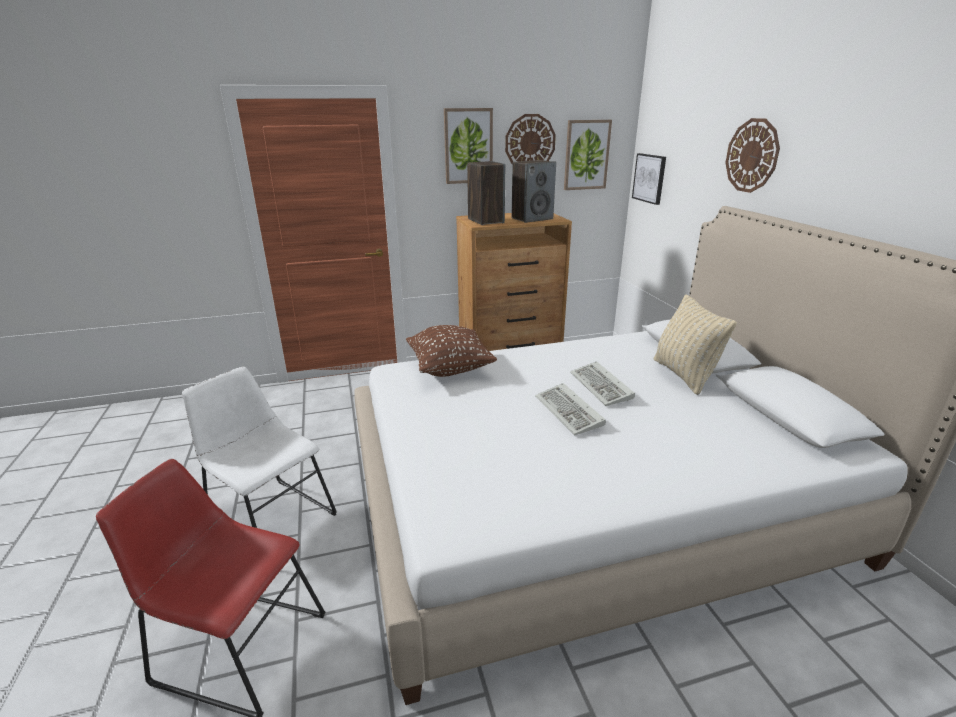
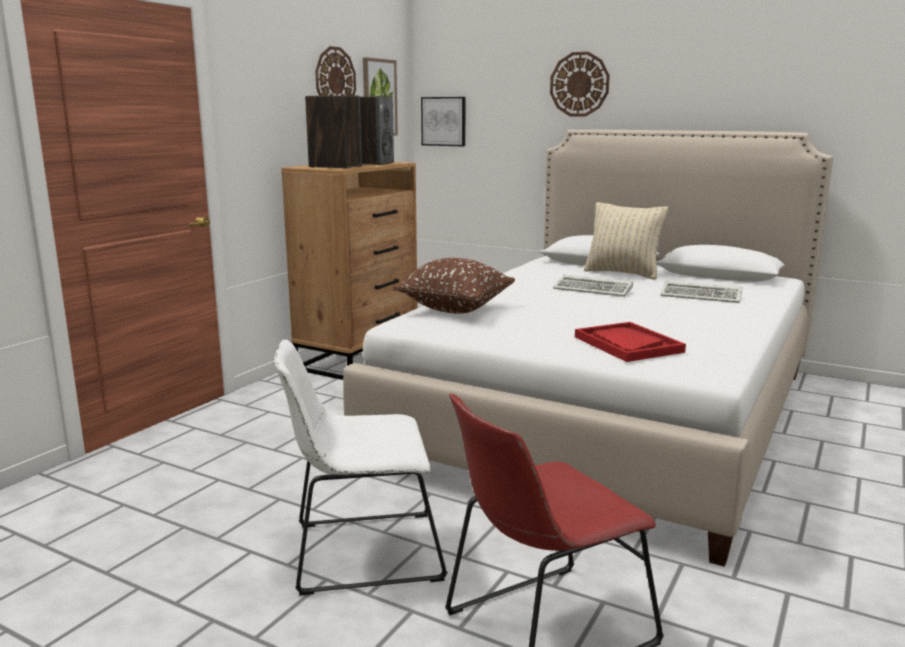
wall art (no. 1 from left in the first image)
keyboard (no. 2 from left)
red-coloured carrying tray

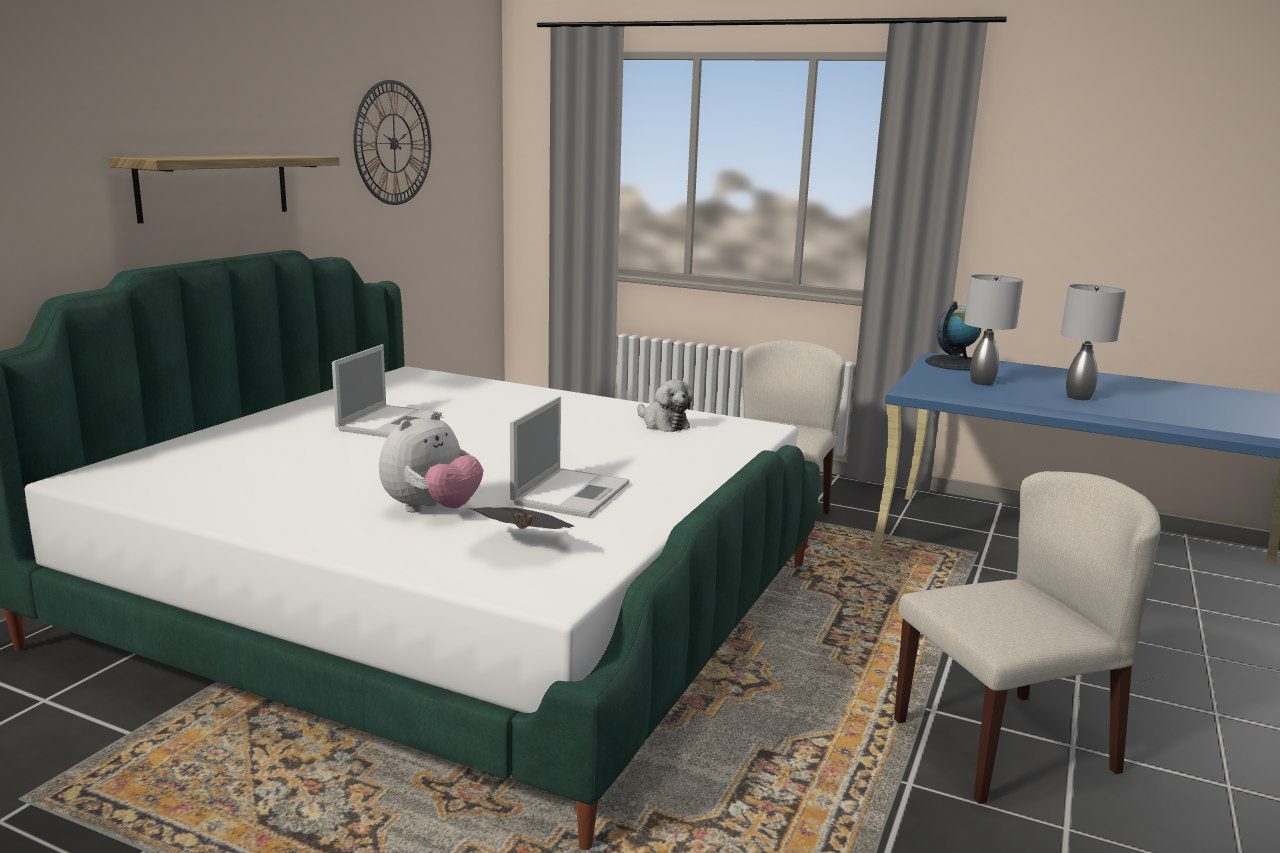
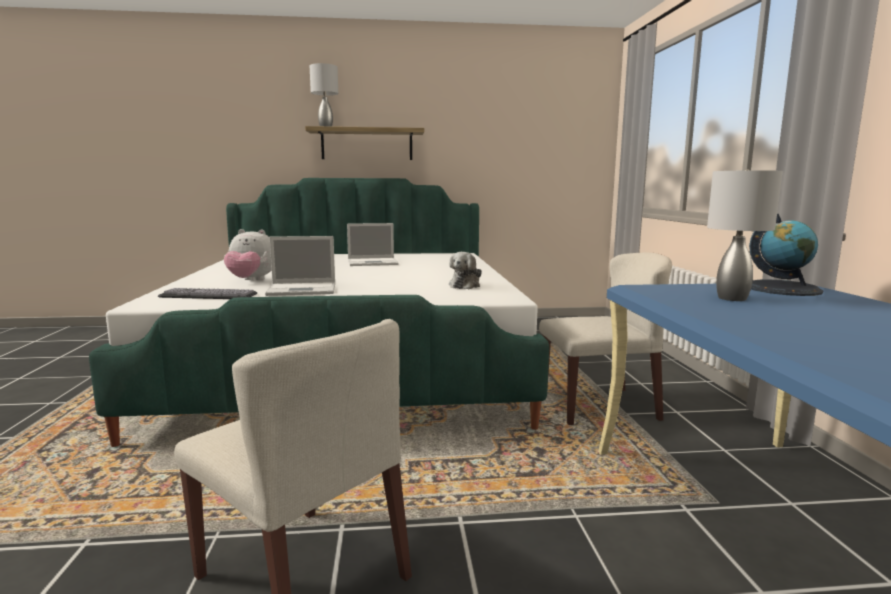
hanging clock
grey lamp for a table (no. 1 from left)
keyboard

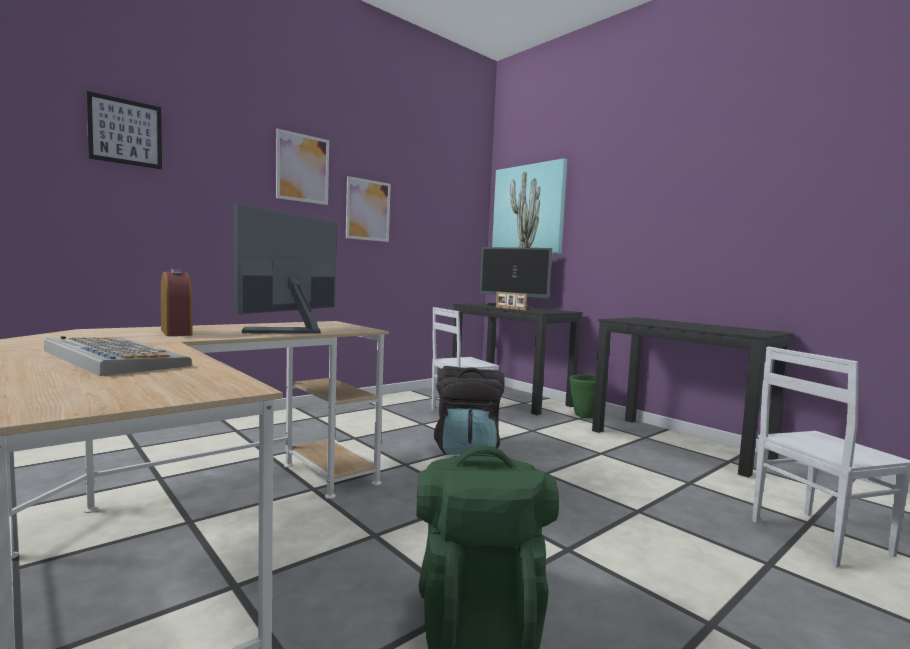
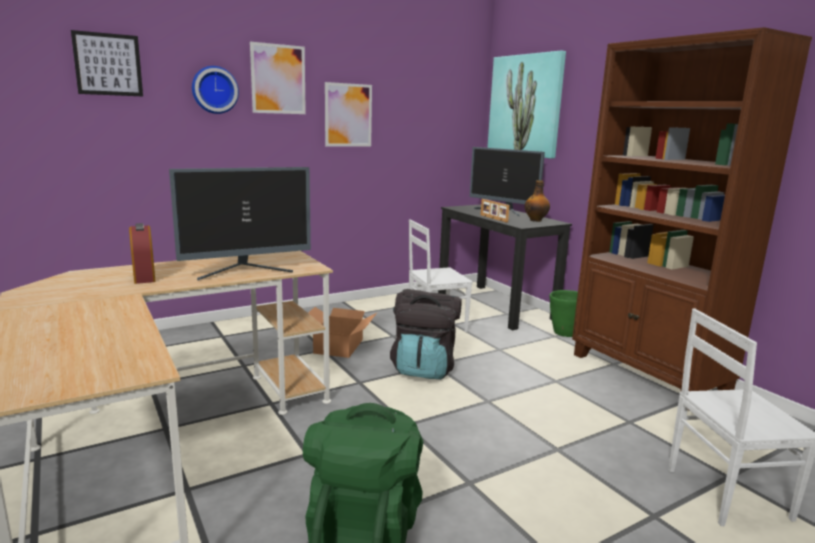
computer display (no. 1 from left)
brownish shelving unit
keyboard
hanging clock
drink bottle
packing box

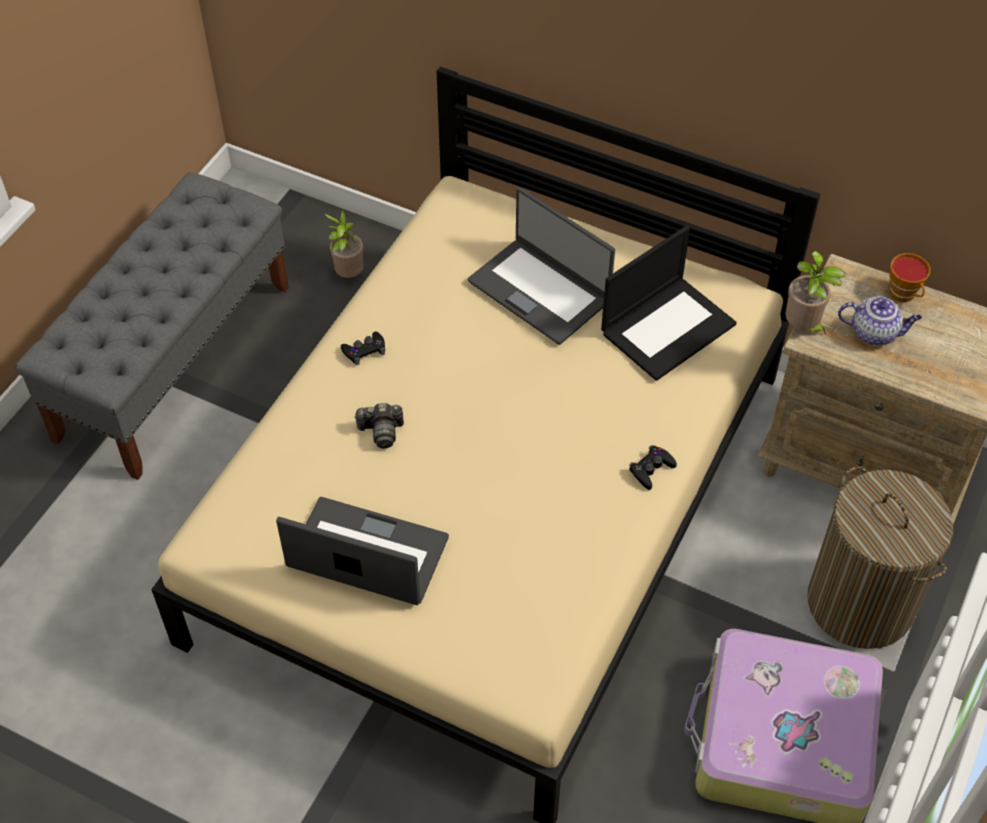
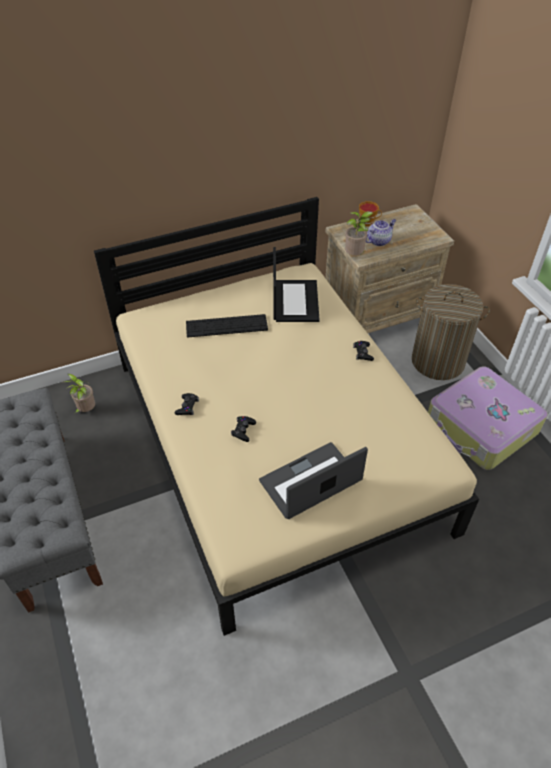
keyboard
black-coloured joypad (no. 2 from left)

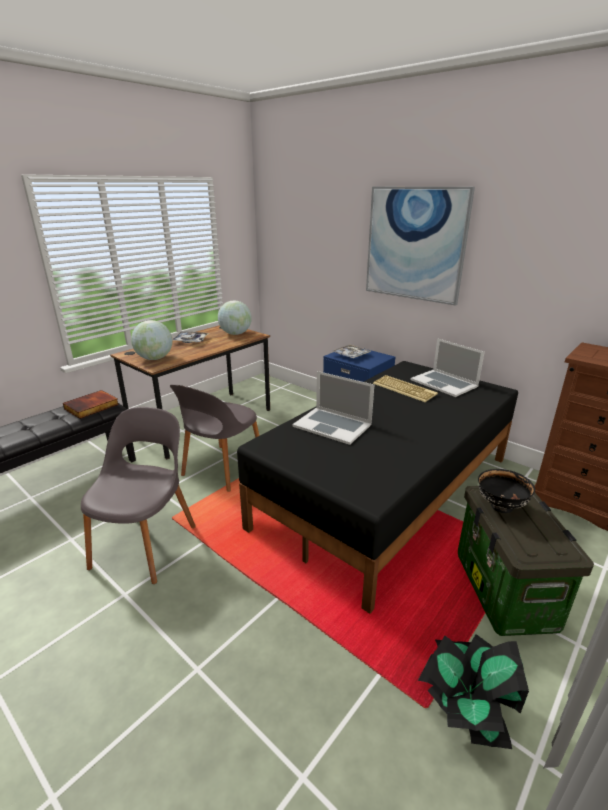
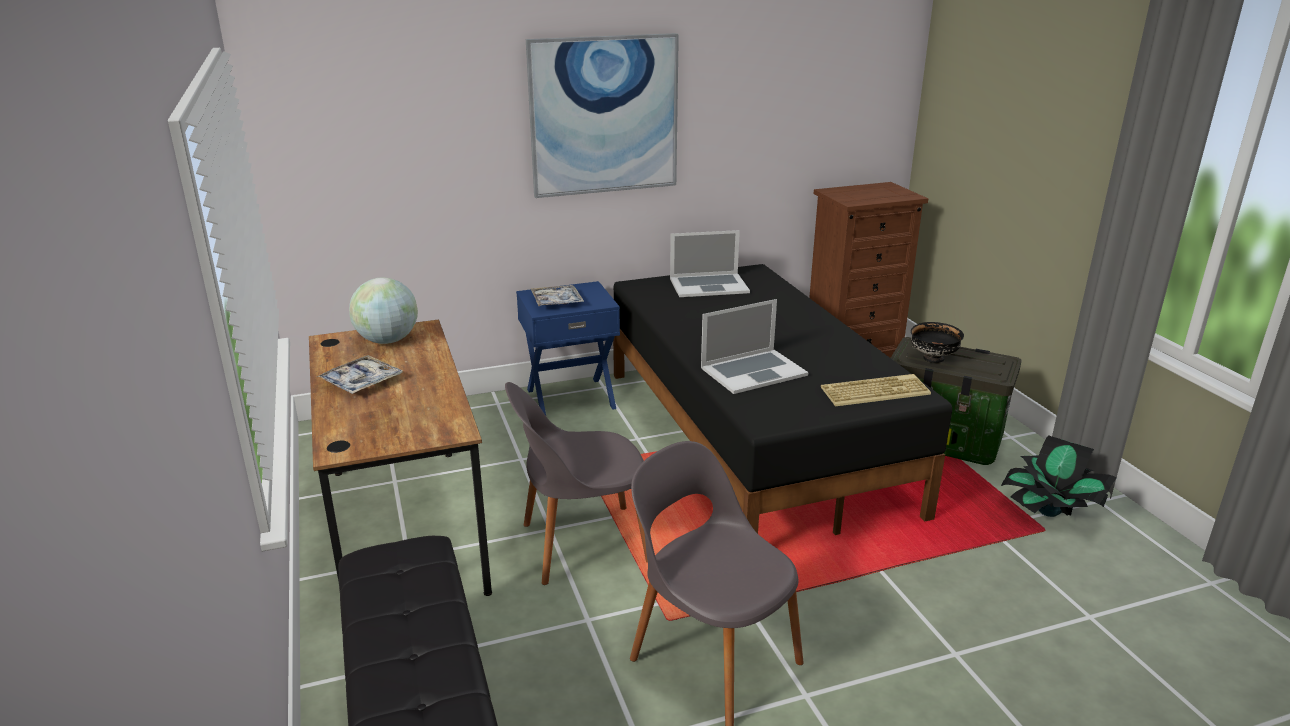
desk globe (no. 1 from left in the first image)
keyboard
grey upright chair (no. 1 from left)
bound book

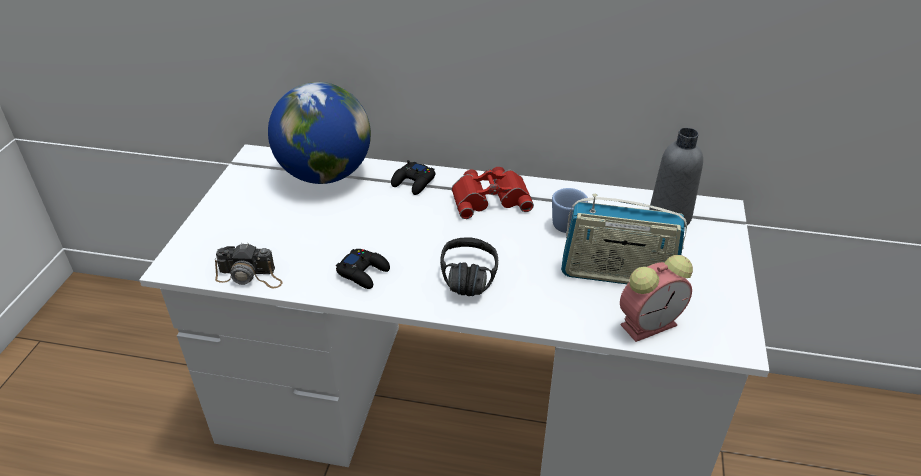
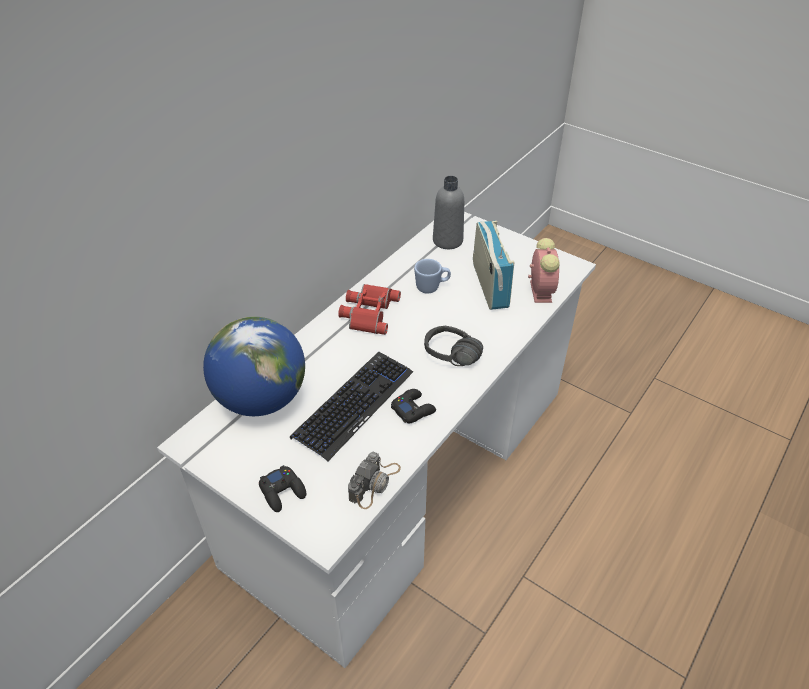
black-coloured joypad (no. 1 from left)
radio receiver
keyboard

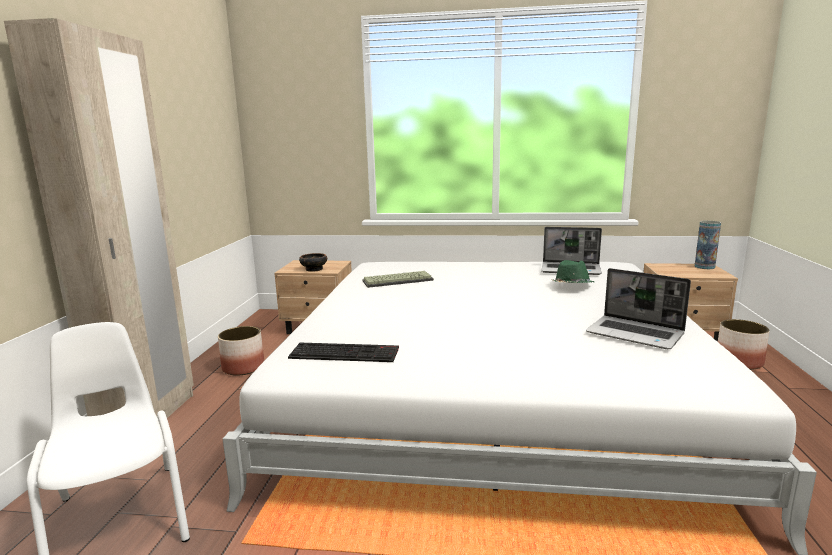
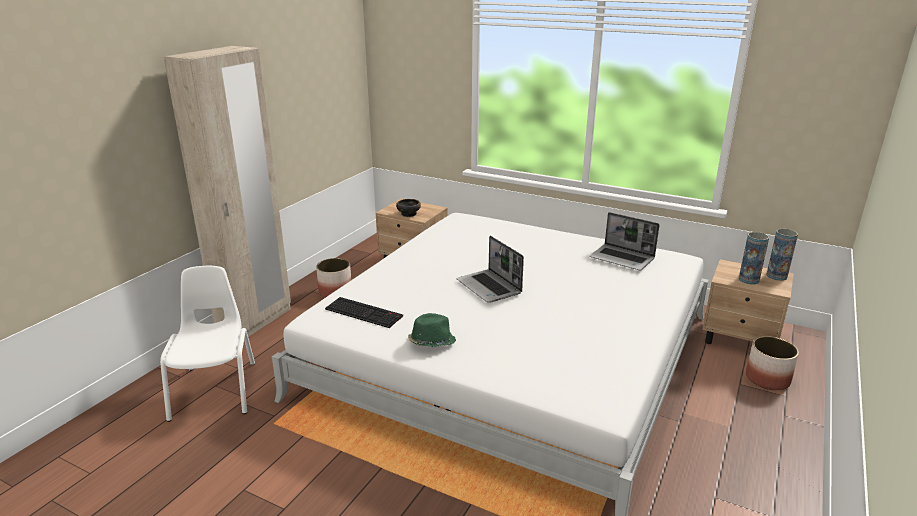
green hat
portable computer (no. 1 from left)
keyboard (no. 2 from left in the first image)
flower vase (no. 1 from left)

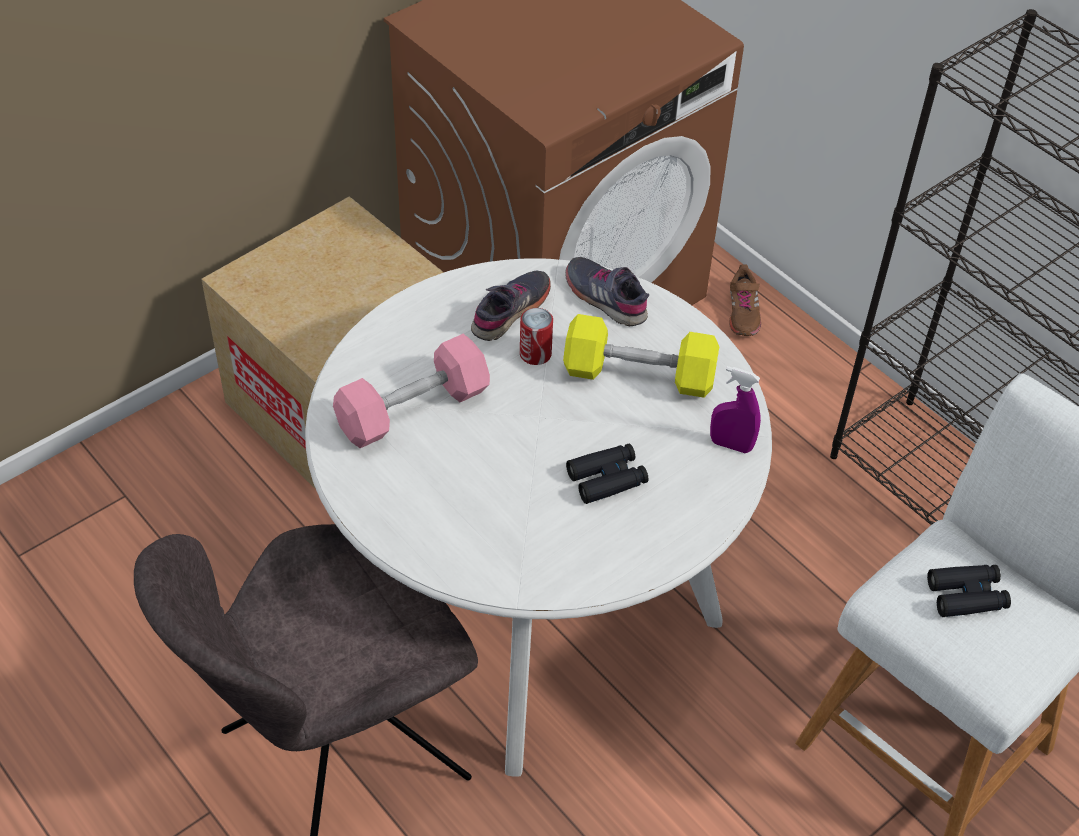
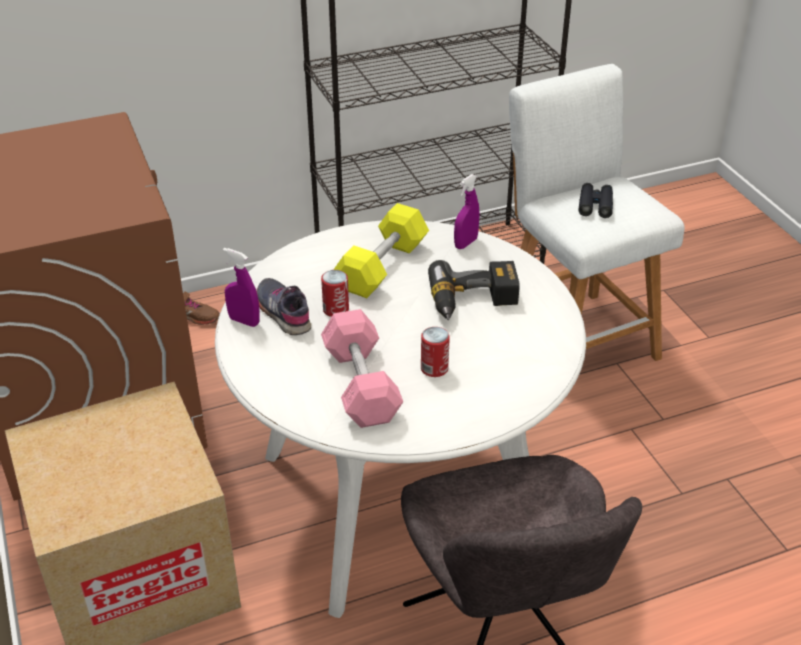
grey low shoe (no. 2 from left in the first image)
electric drill
purple-coloured hand sprayer (no. 1 from left)
metal can (no. 2 from left)

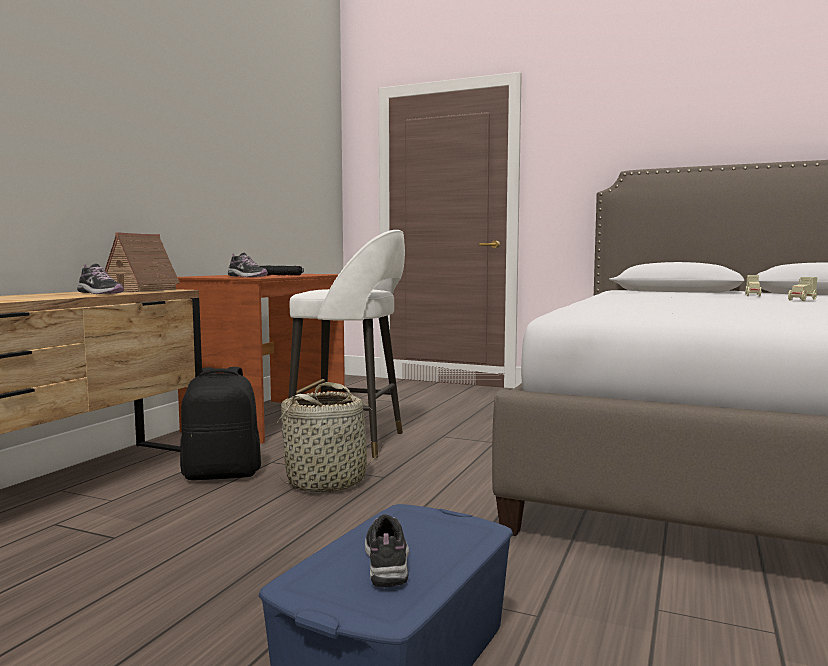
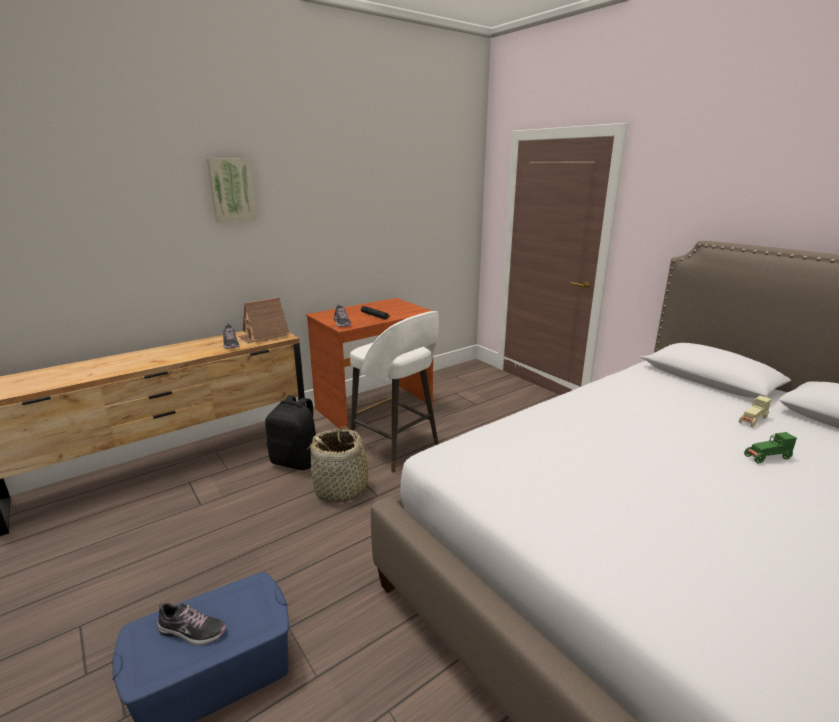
green model car
low shoe (no. 1 from left)
wall art

